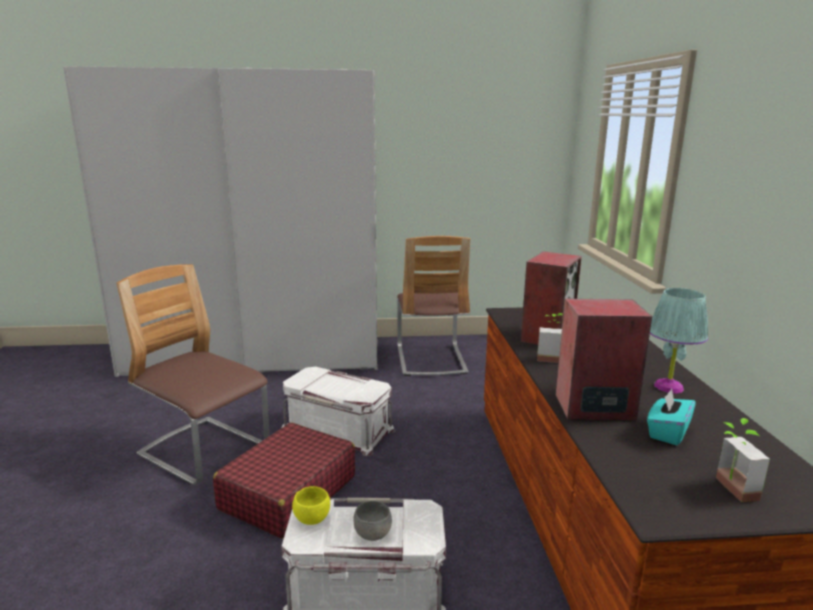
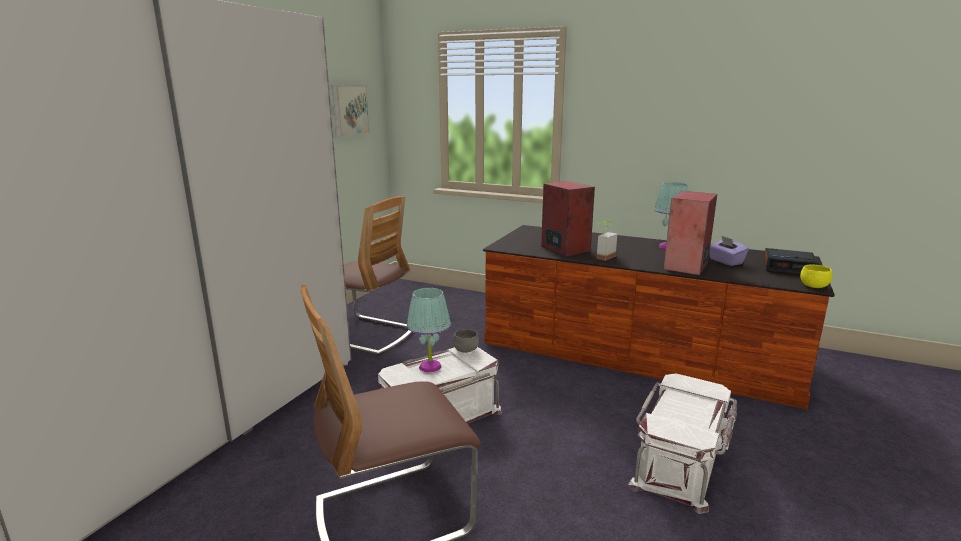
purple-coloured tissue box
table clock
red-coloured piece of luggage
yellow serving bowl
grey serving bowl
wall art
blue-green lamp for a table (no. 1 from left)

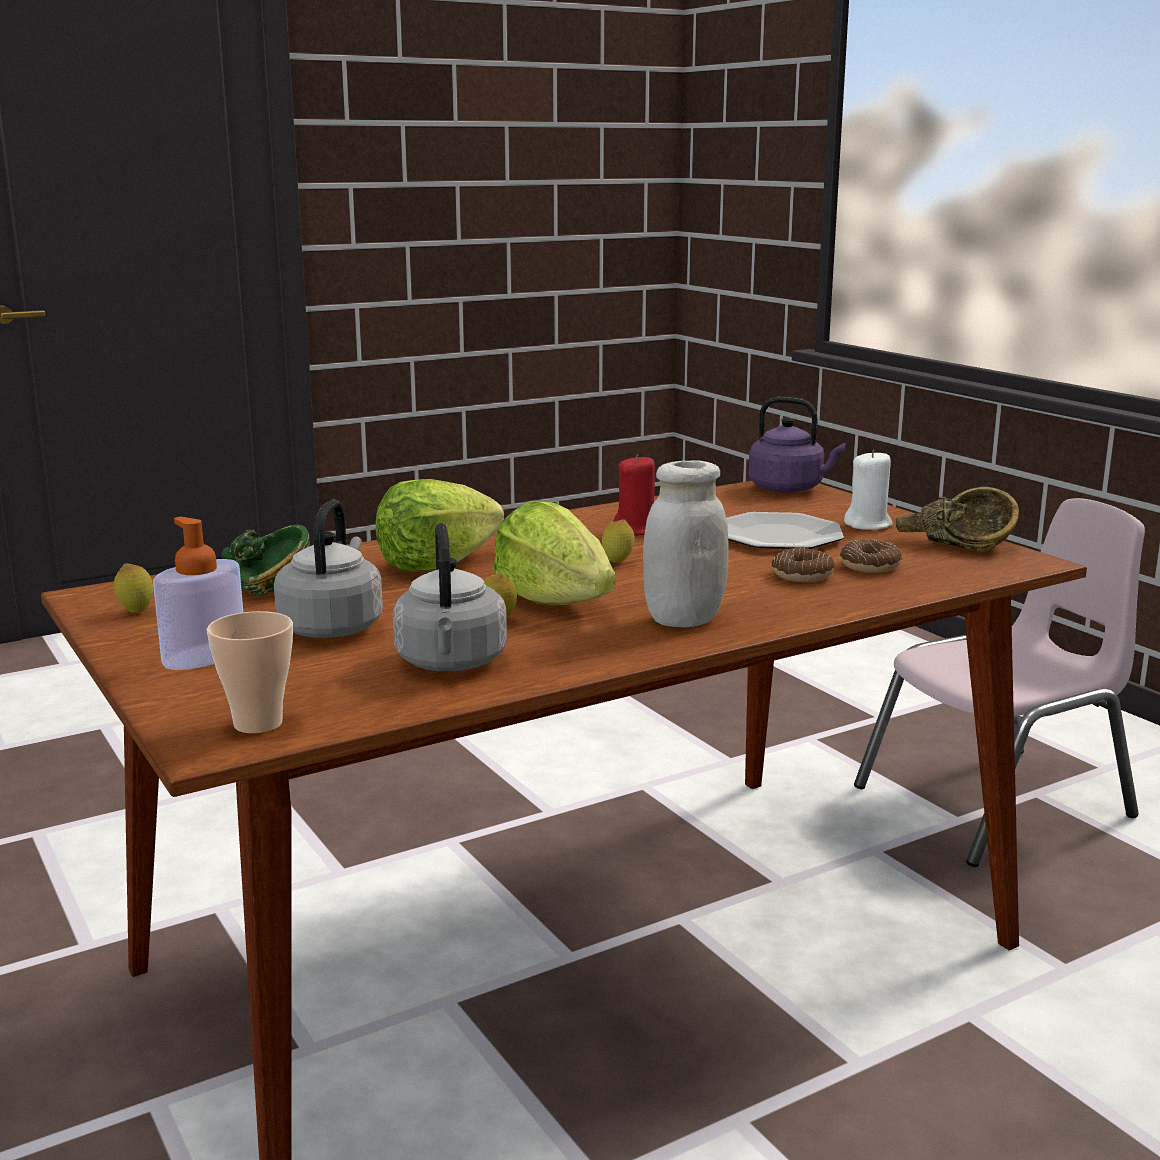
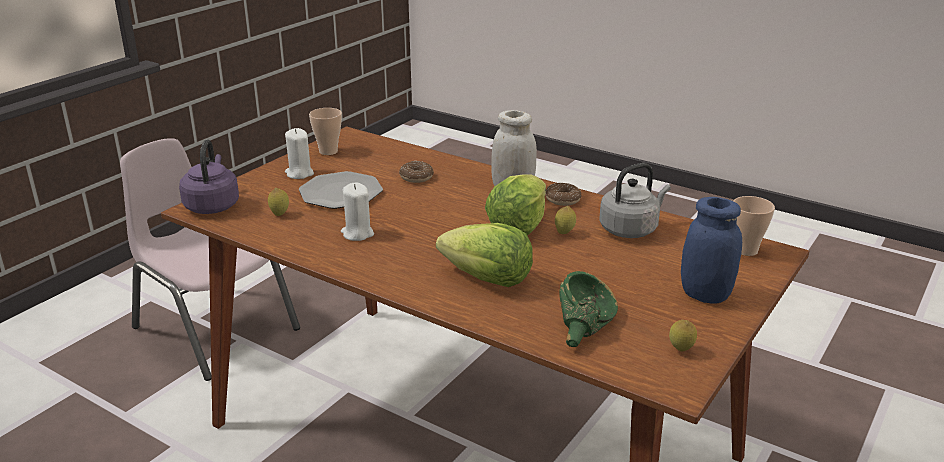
white wax candle (no. 2 from left)
small cup (no. 1 from left)
grey water kettle (no. 1 from left in the first image)
blue storage jar
lemon (no. 1 from left)
doughnut (no. 2 from left)

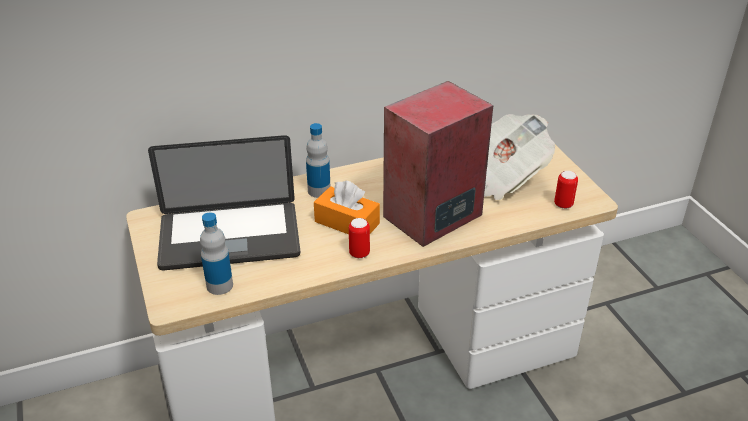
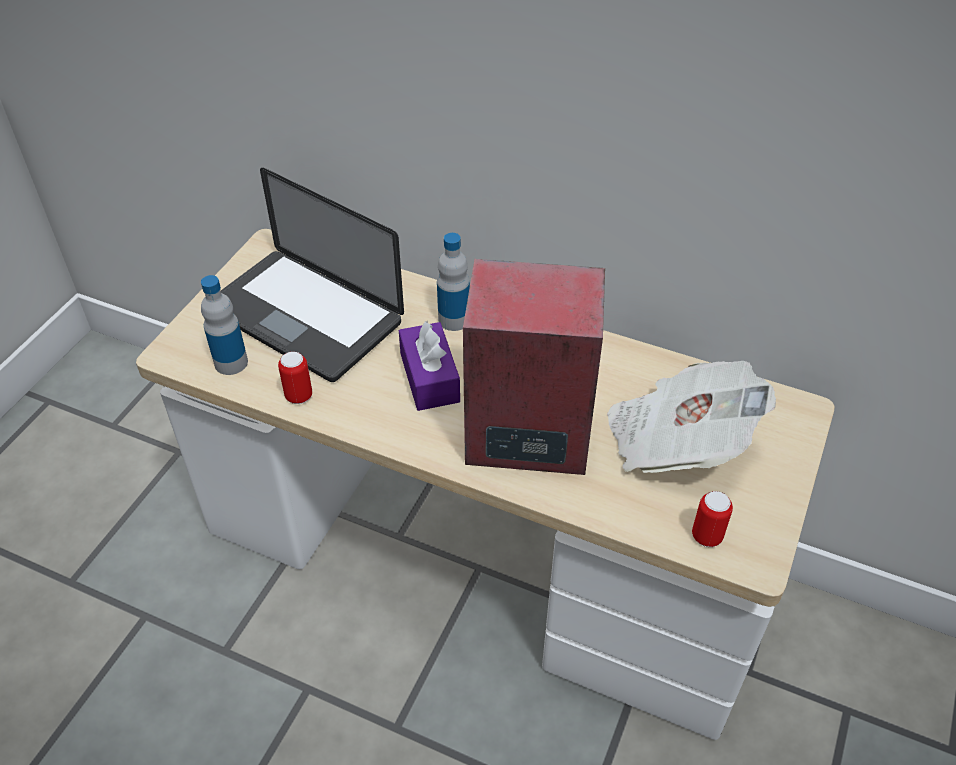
purple-coloured tissue box
metal can (no. 1 from left)

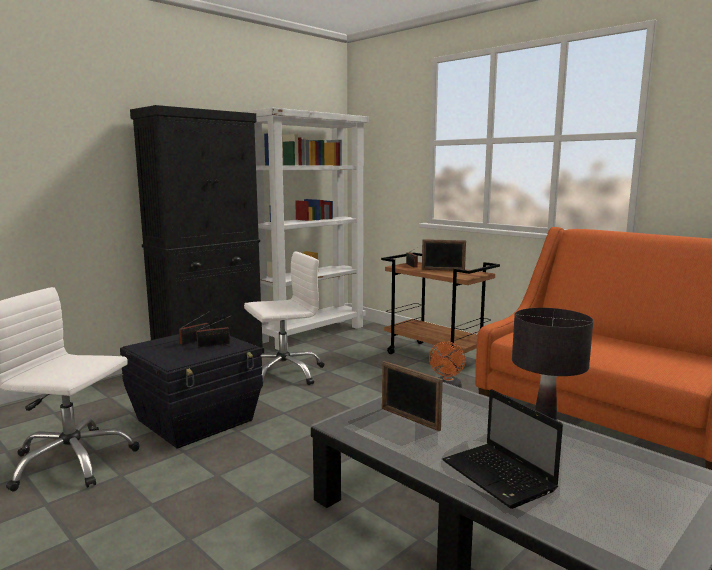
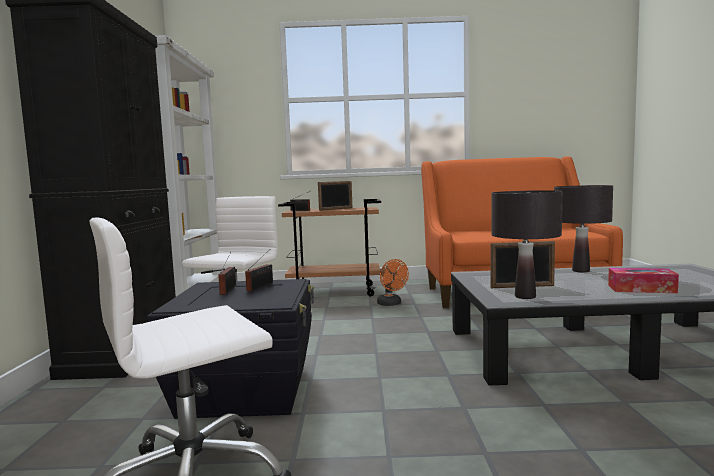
tissue box
black-coloured lamp for a table (no. 1 from left)

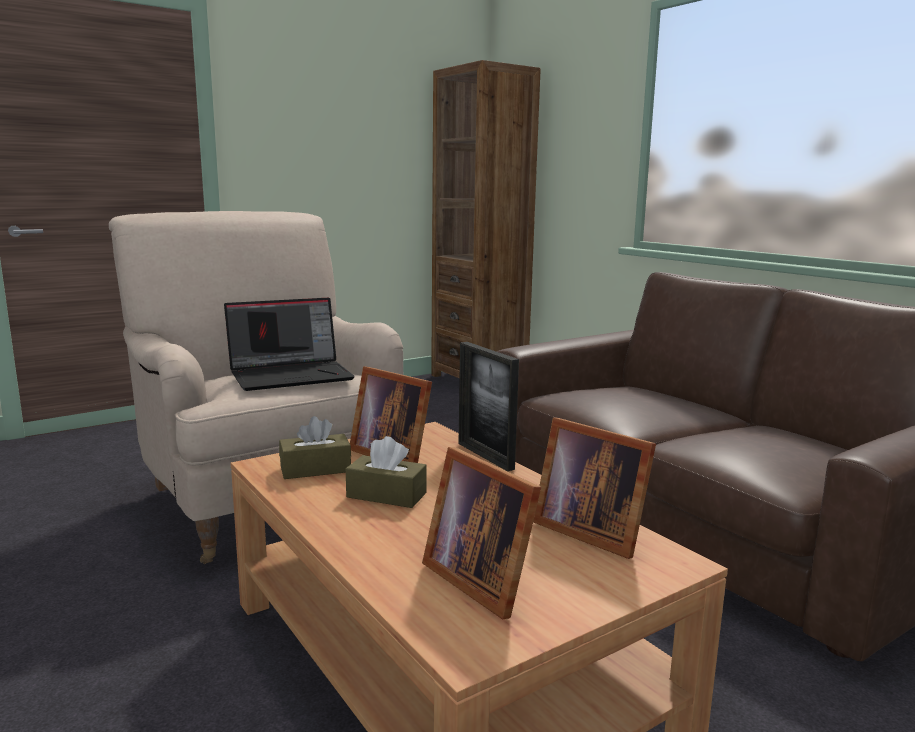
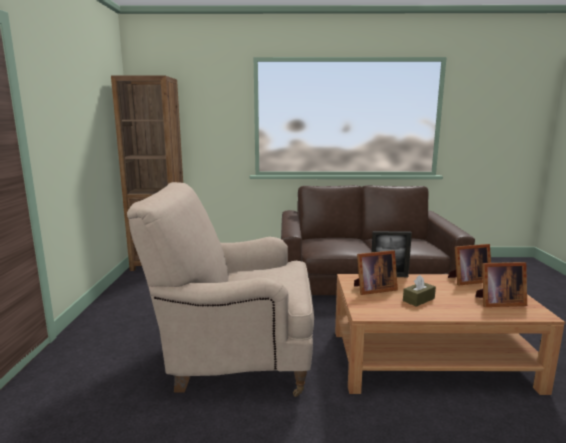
portable computer
brownish tissue box (no. 1 from left in the first image)

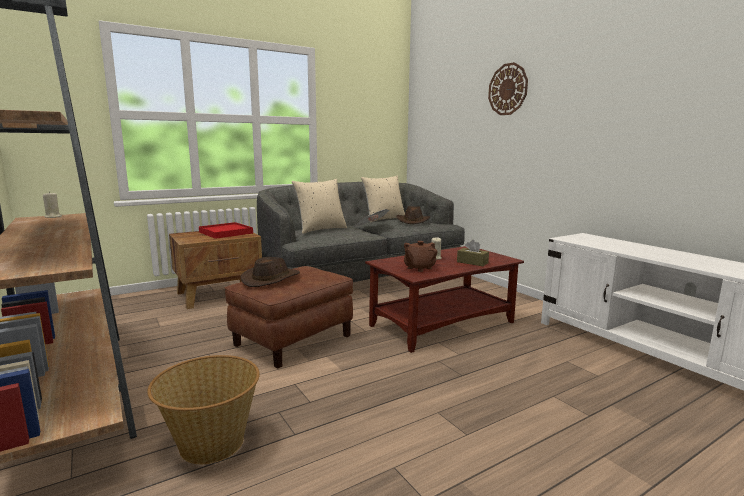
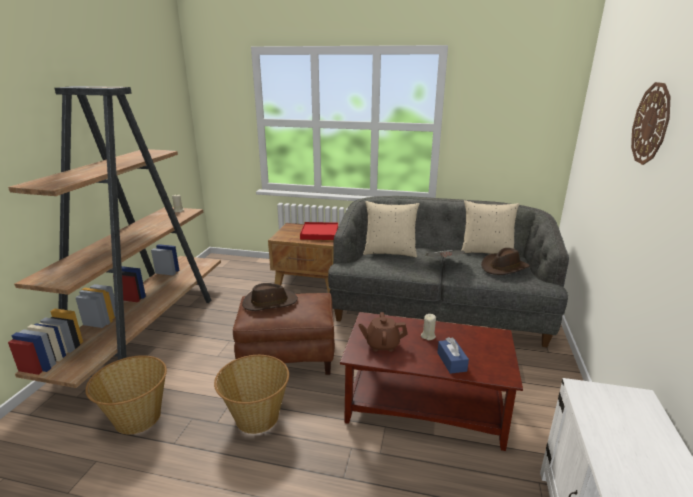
blue tissue box
basket (no. 2 from left)

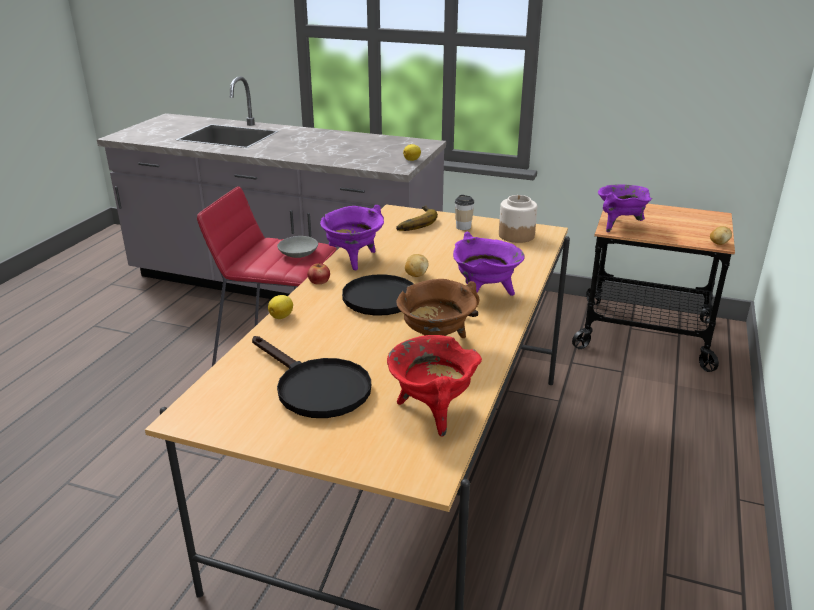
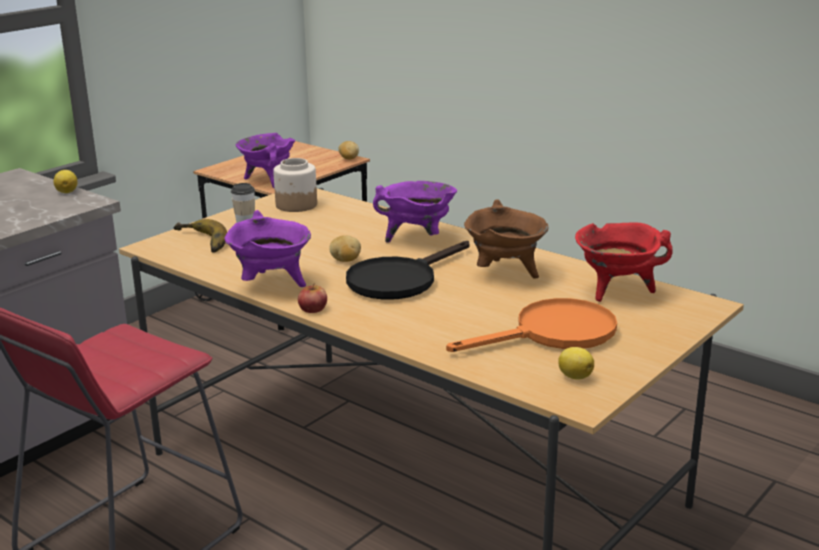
grey serving bowl
lemon (no. 2 from left)
orange frying pan

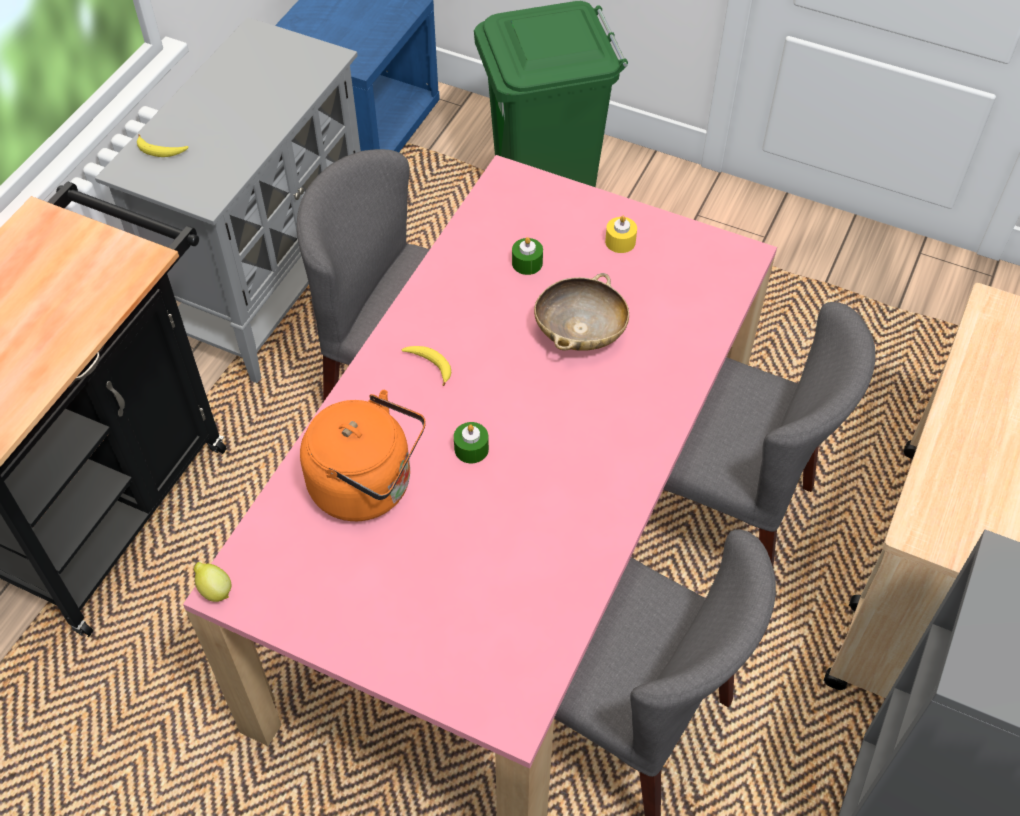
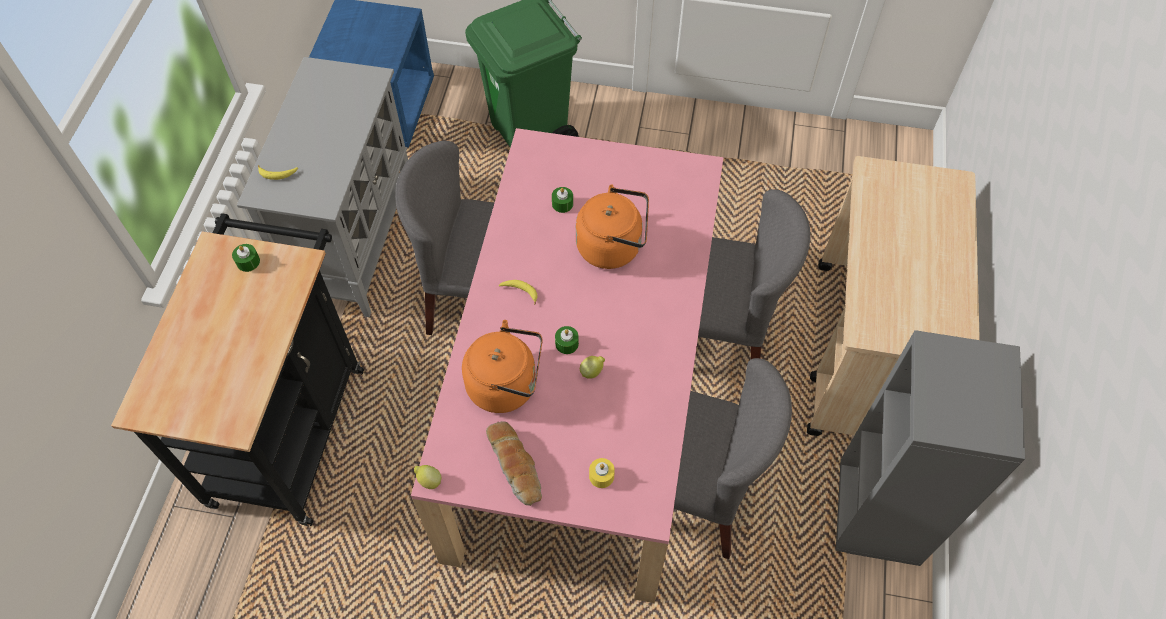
yellow wax candle
orange water kettle (no. 2 from left)
green wax candle (no. 1 from left)
lemon (no. 2 from left)
bakery bread

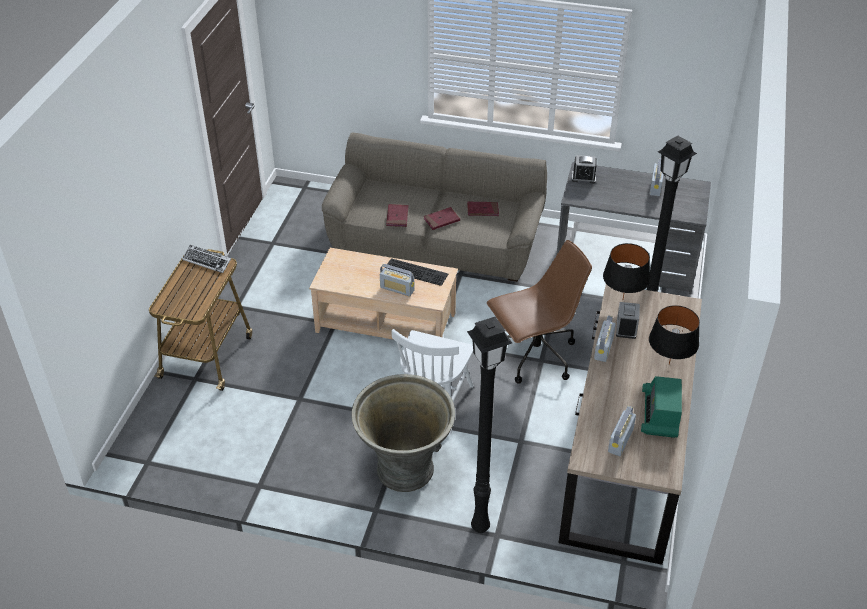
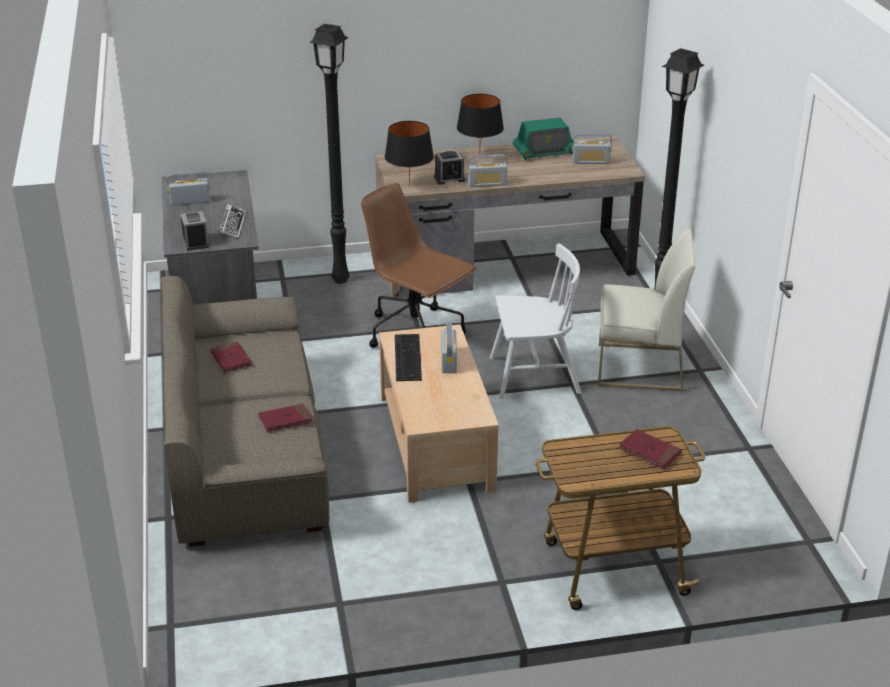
red-coloured bound book (no. 3 from left)
keyboard (no. 1 from left)
white upright chair (no. 2 from left)

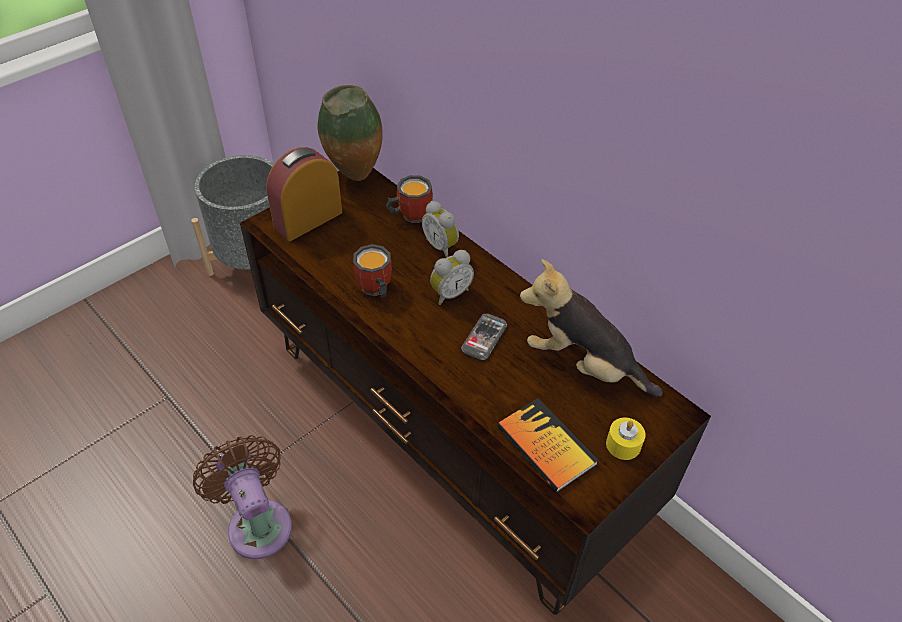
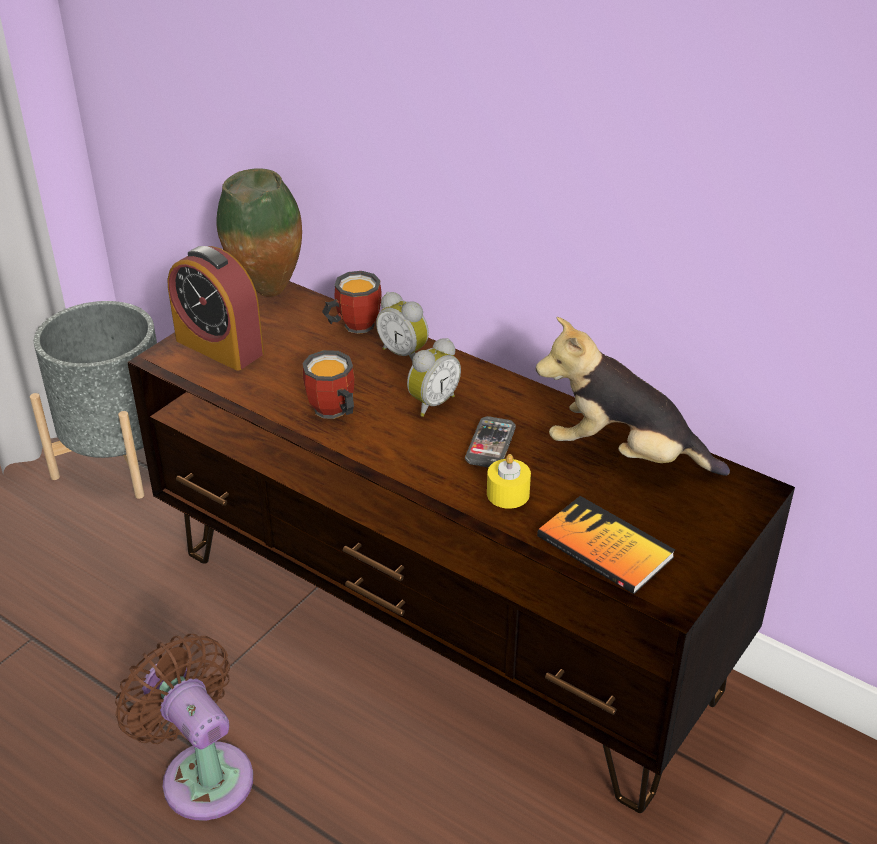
table clock (no. 1 from left)
yellow wax candle

